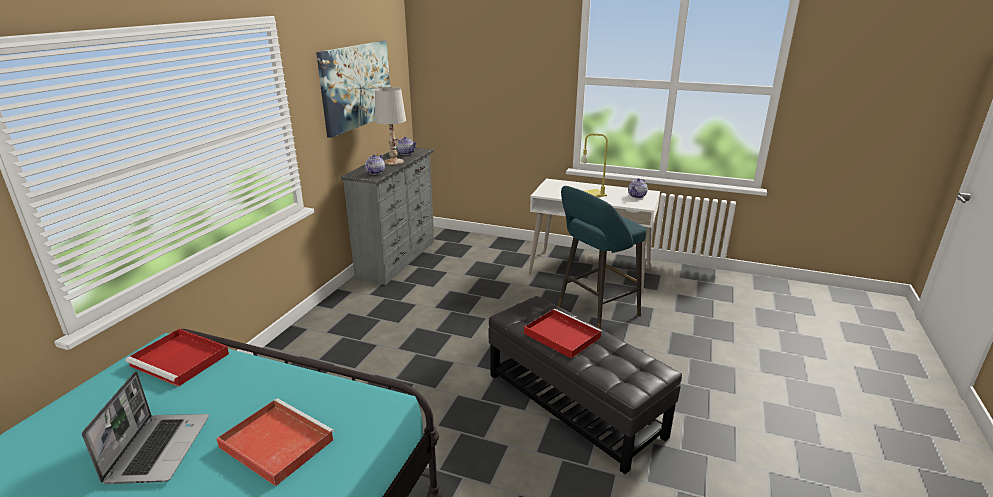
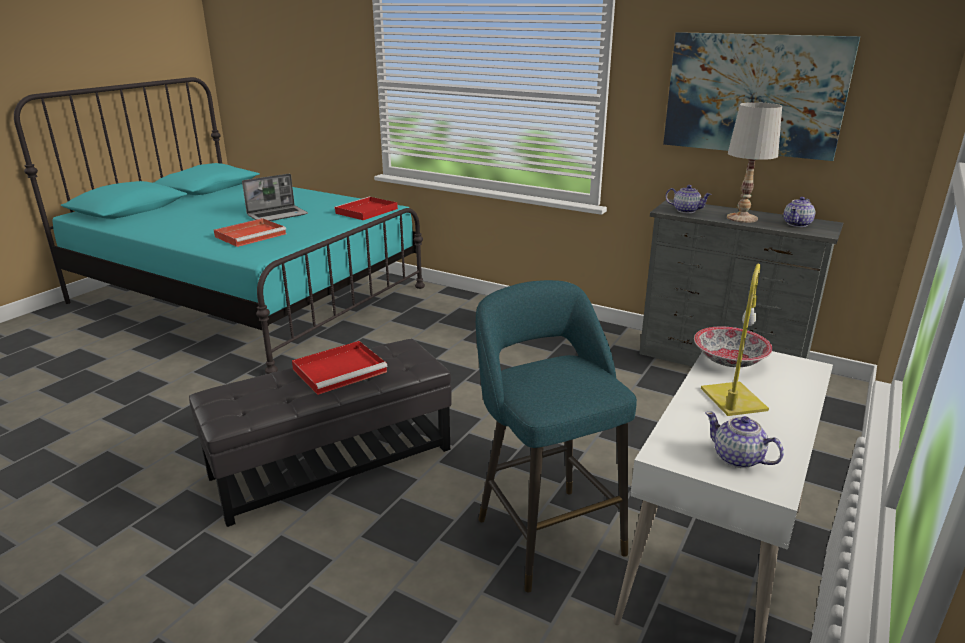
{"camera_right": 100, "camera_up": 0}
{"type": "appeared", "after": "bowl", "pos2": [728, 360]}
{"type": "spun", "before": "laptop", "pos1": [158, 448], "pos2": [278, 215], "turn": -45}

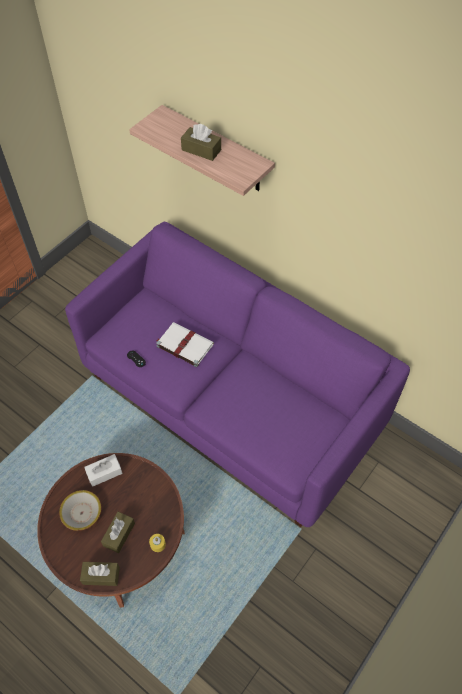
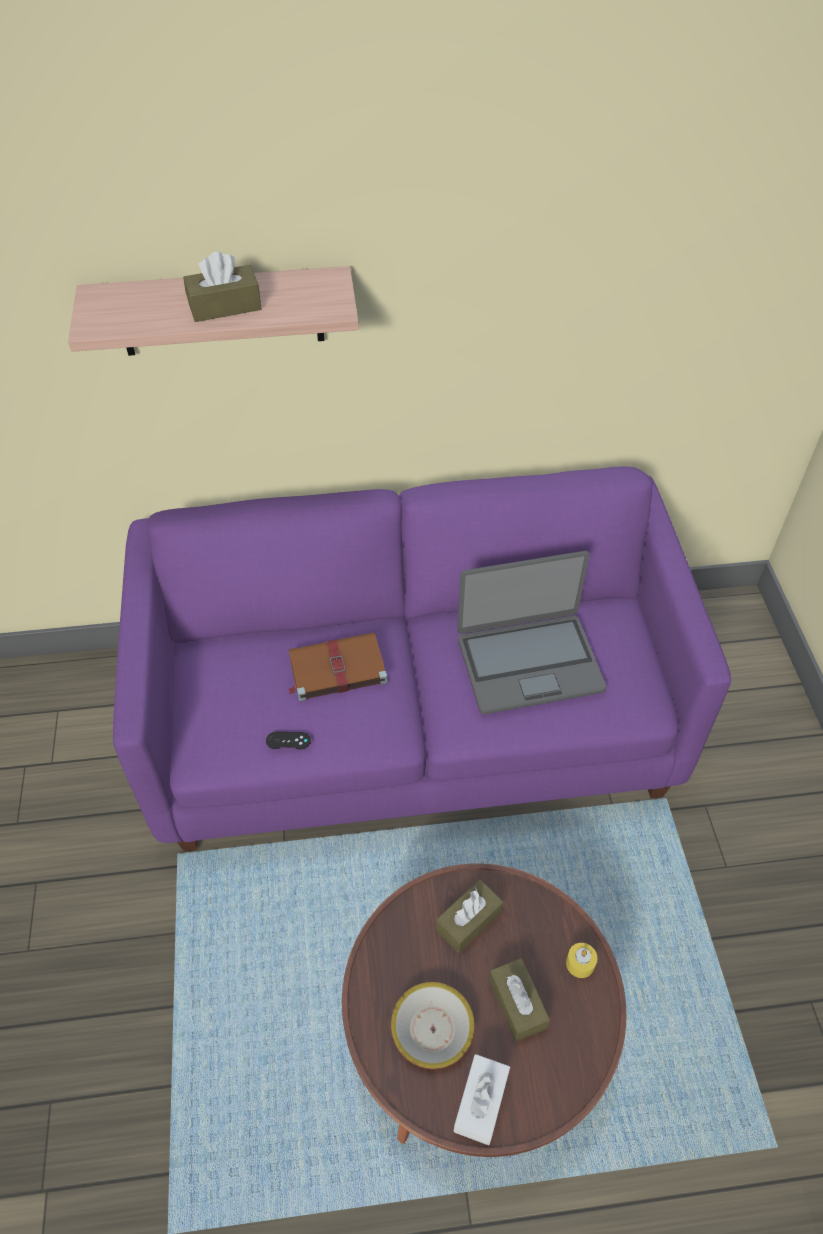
{"camera_right": -45, "camera_up": -5}
{"type": "appeared", "after": "laptop", "pos2": [529, 663]}
{"type": "relocated", "before": "tissue box in brown", "pos1": [101, 575], "pos2": [468, 921]}
{"type": "relocated", "before": "tissue box in white", "pos1": [104, 473], "pos2": [481, 1102]}
{"type": "colour", "before": "book in white", "after": "book in brown", "pos1": [184, 345], "pos2": [335, 668]}

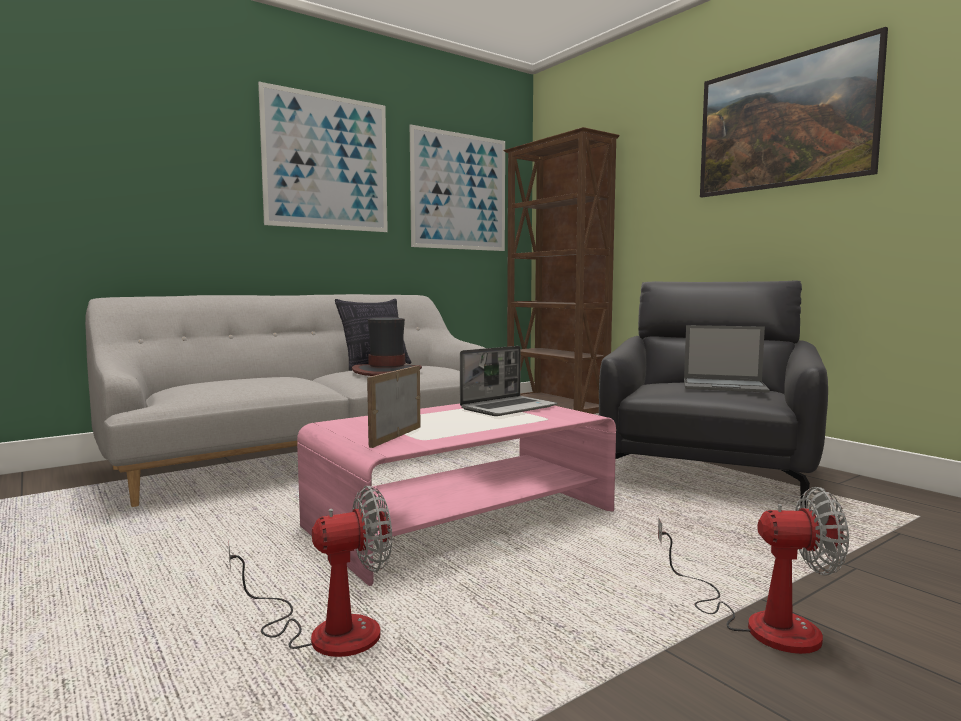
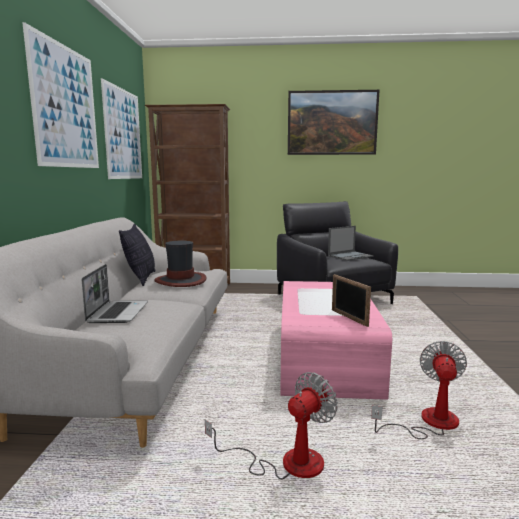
{"camera_right": -50, "camera_up": 5}
{"type": "relocated", "before": "laptop", "pos1": [509, 408], "pos2": [118, 312]}
{"type": "relocated", "before": "fan", "pos1": [759, 622], "pos2": [287, 462]}

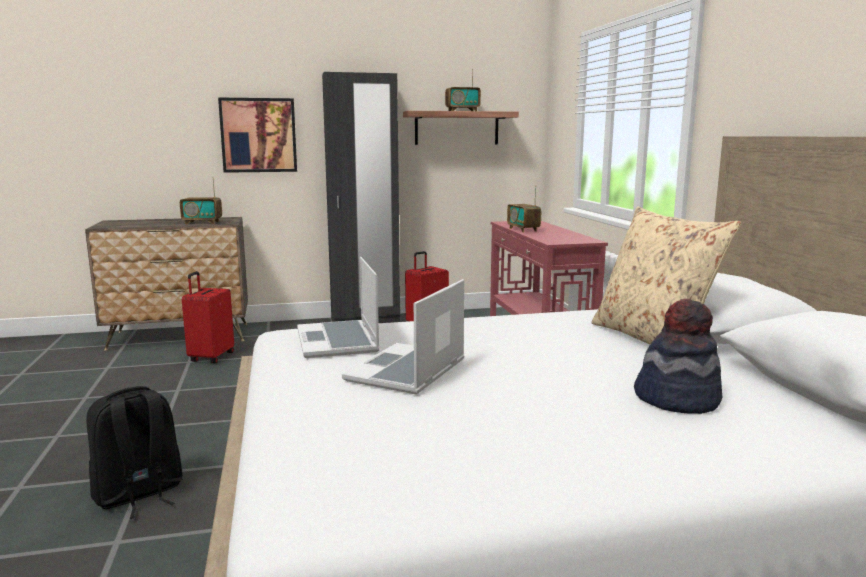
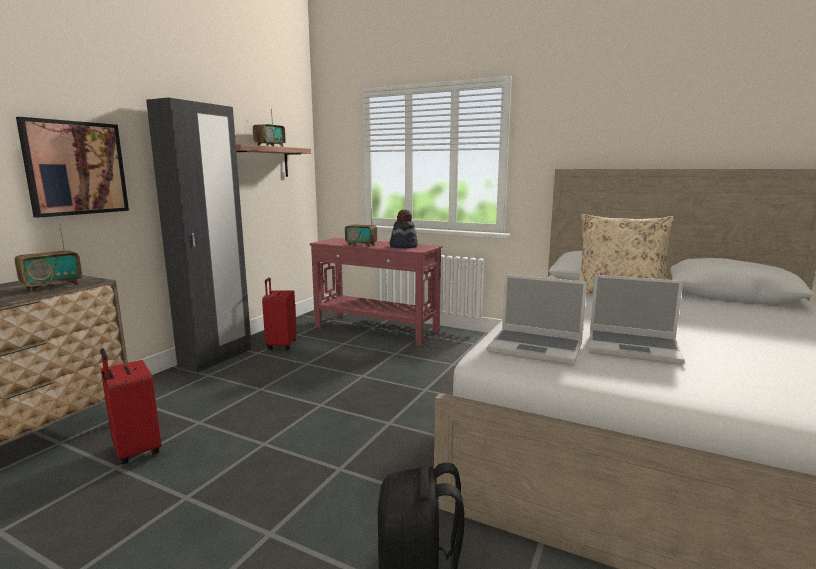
{"camera_right": -50, "camera_up": 0}
{"type": "relocated", "before": "hat", "pos1": [677, 399], "pos2": [403, 246]}
{"type": "spun", "before": "laptop", "pos1": [407, 371], "pos2": [633, 348], "turn": -45}

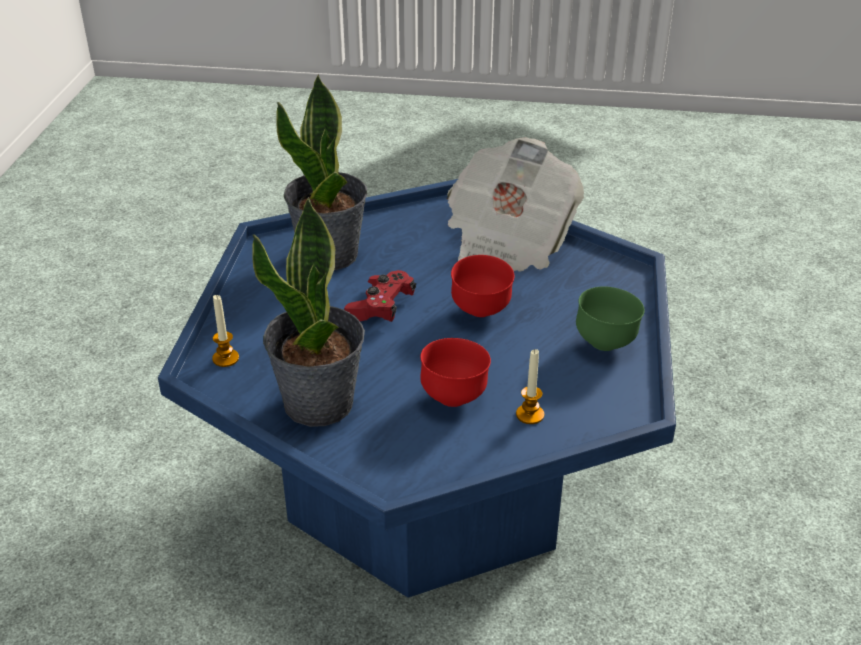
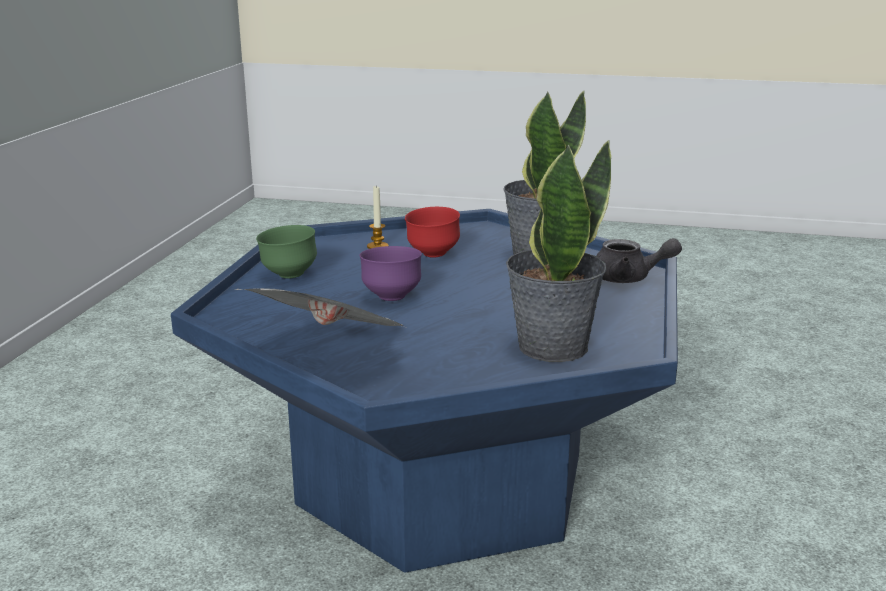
{"camera_right": -175, "camera_up": -15}
{"type": "missing", "before": "game controller in red", "pos1": [381, 307]}
{"type": "exchanged", "before": "candle", "after": "teapot in grey", "pos1": [225, 358], "pos2": [629, 278]}
{"type": "colour", "before": "bowl in red", "after": "bowl in purple", "pos1": [481, 312], "pos2": [391, 297]}

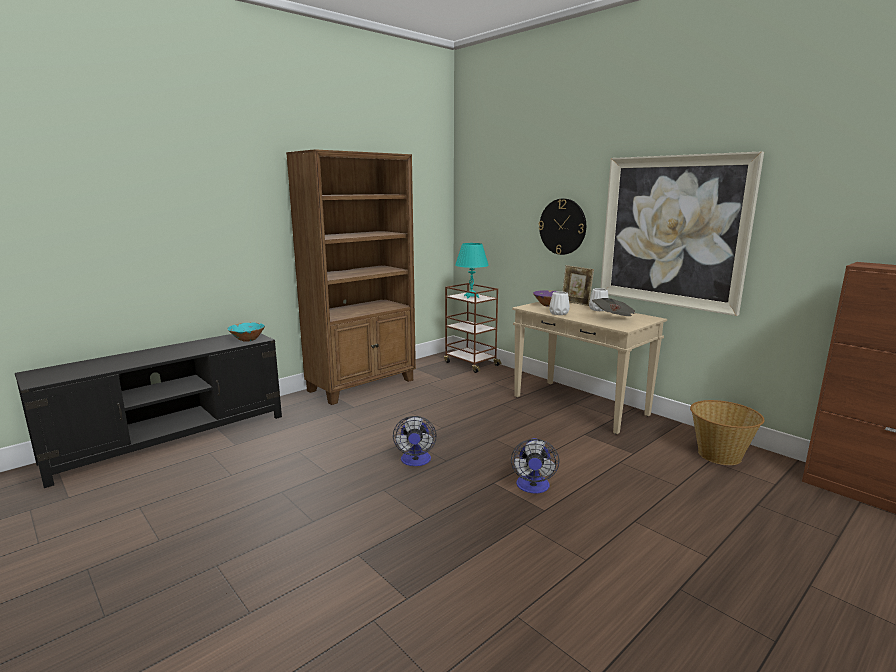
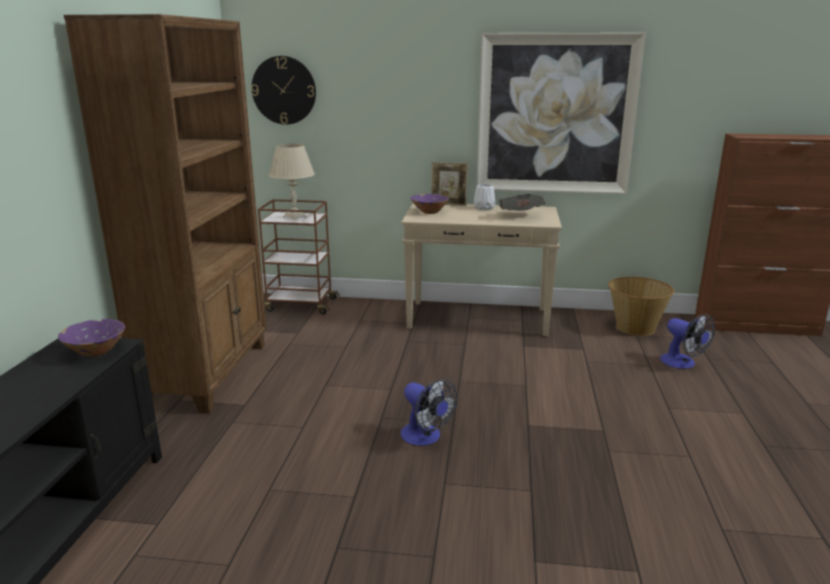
{"camera_right": -40, "camera_up": 5}
{"type": "missing", "before": "vase in white", "pos1": [559, 313]}
{"type": "relocated", "before": "fan", "pos1": [533, 487], "pos2": [682, 363]}
{"type": "relocated", "before": "wall clock", "pos1": [562, 226], "pos2": [284, 90]}
{"type": "colour", "before": "bowl in turquoise", "after": "bowl in purple", "pos1": [247, 339], "pos2": [96, 352]}
{"type": "colour", "before": "table lamp in turquoise", "after": "table lamp in beige", "pos1": [471, 297], "pos2": [294, 217]}

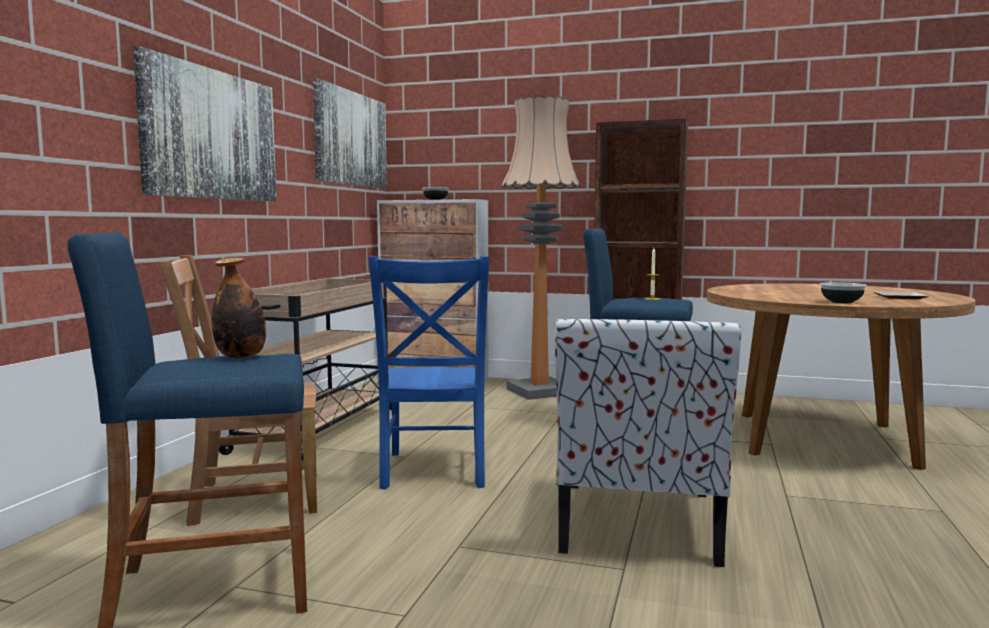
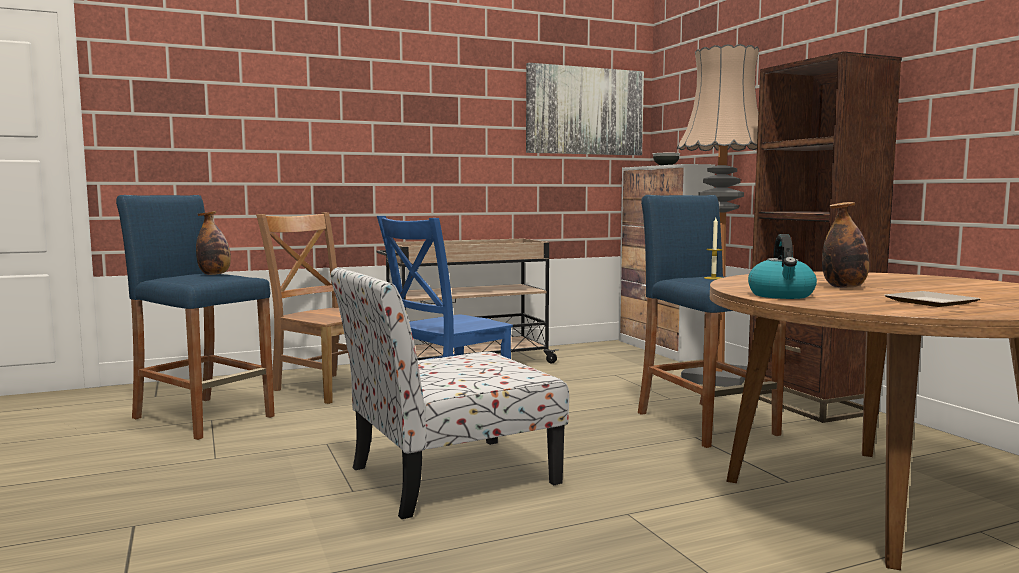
{"camera_right": 50, "camera_up": 0}
{"type": "missing", "before": "picture", "pos1": [211, 135]}
{"type": "appeared", "after": "bottle", "pos2": [844, 287]}
{"type": "exchanged", "before": "bowl", "after": "kettle", "pos1": [841, 302], "pos2": [781, 295]}

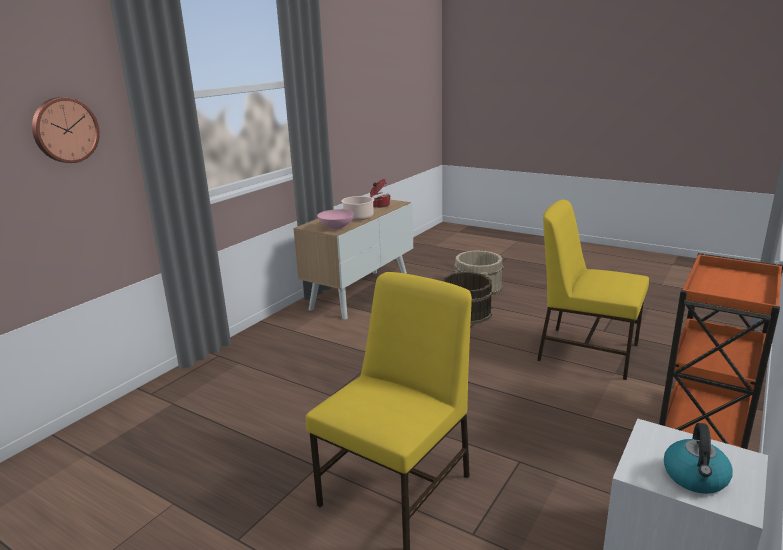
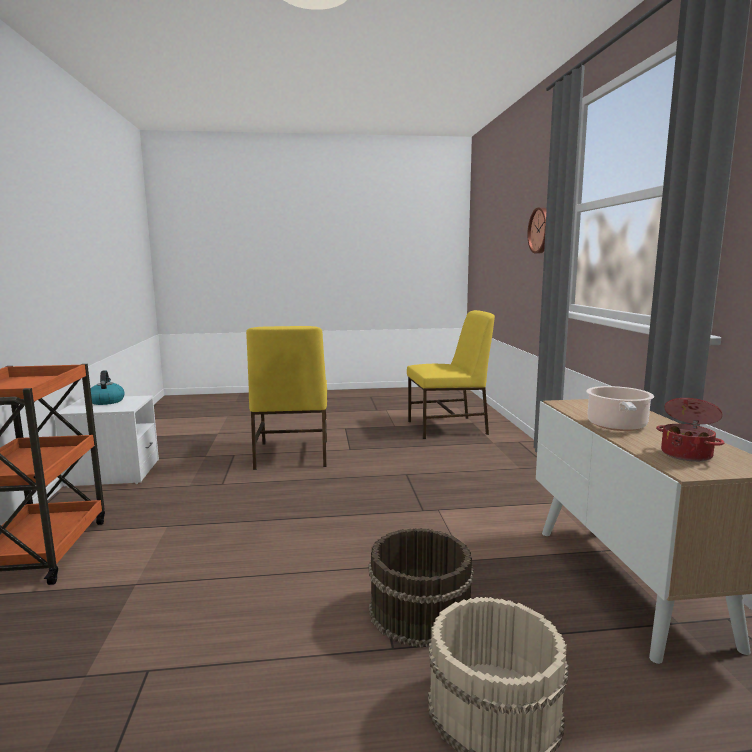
{"camera_right": 140, "camera_up": -10}
{"type": "missing", "before": "bowl in pink", "pos1": [337, 228]}
{"type": "relocated", "before": "chair in yellow", "pos1": [586, 351], "pos2": [448, 428]}

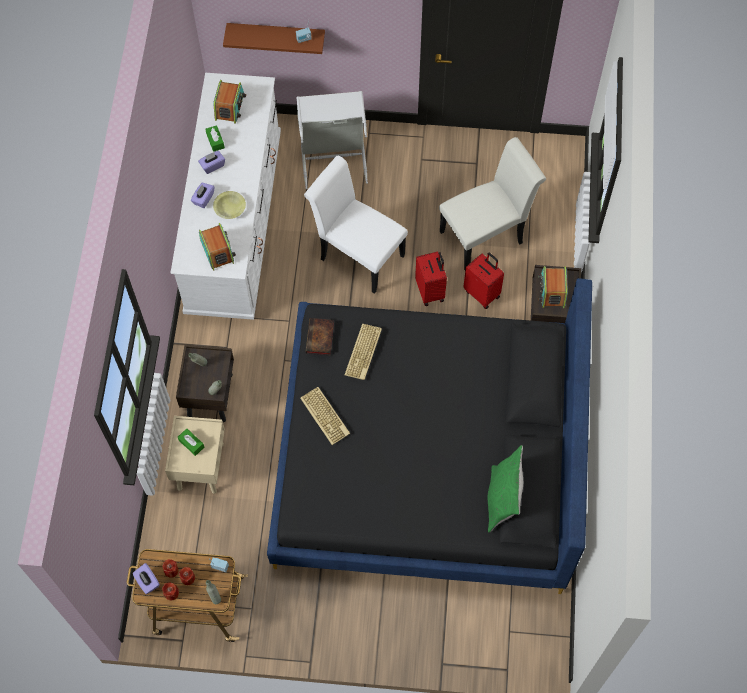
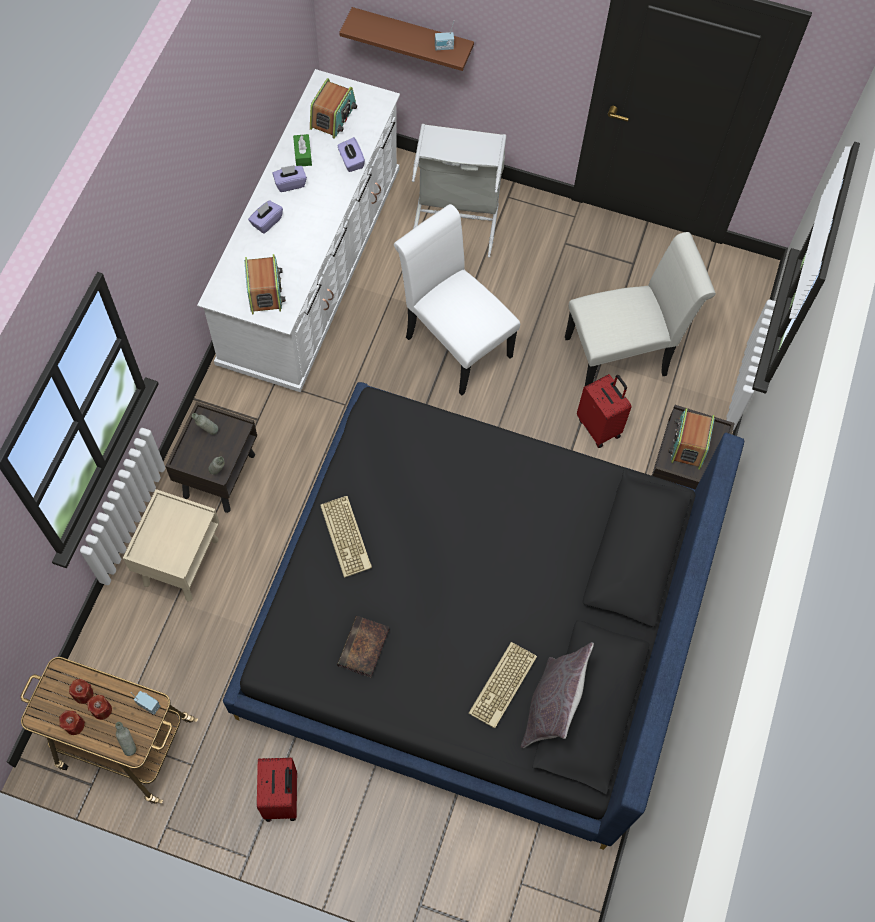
{"camera_right": 10, "camera_up": 0}
{"type": "missing", "before": "tissue box in green", "pos1": [191, 444]}
{"type": "missing", "before": "bowl in yellow", "pos1": [229, 208]}
{"type": "relocated", "before": "tissue box in purple", "pos1": [147, 582], "pos2": [351, 161]}
{"type": "relocated", "before": "book", "pos1": [320, 338], "pos2": [363, 649]}
{"type": "relocated", "before": "keyboard", "pos1": [364, 352], "pos2": [503, 686]}
{"type": "relocated", "before": "suitcase in red", "pos1": [431, 291], "pos2": [282, 797]}
{"type": "colour", "before": "pillow in green", "after": "pillow in grey", "pos1": [502, 500], "pos2": [551, 707]}

